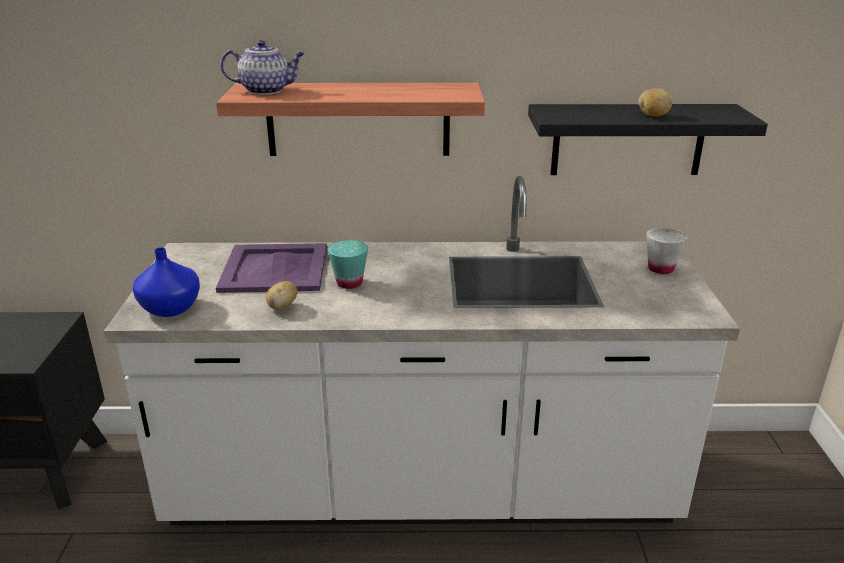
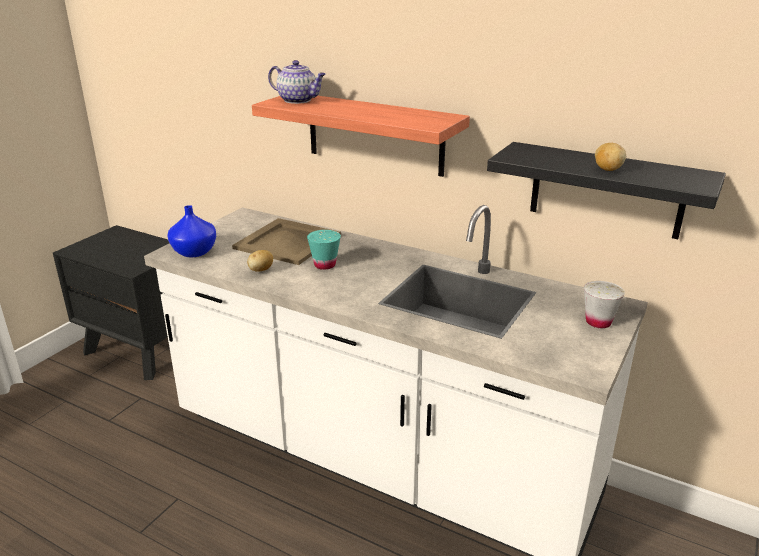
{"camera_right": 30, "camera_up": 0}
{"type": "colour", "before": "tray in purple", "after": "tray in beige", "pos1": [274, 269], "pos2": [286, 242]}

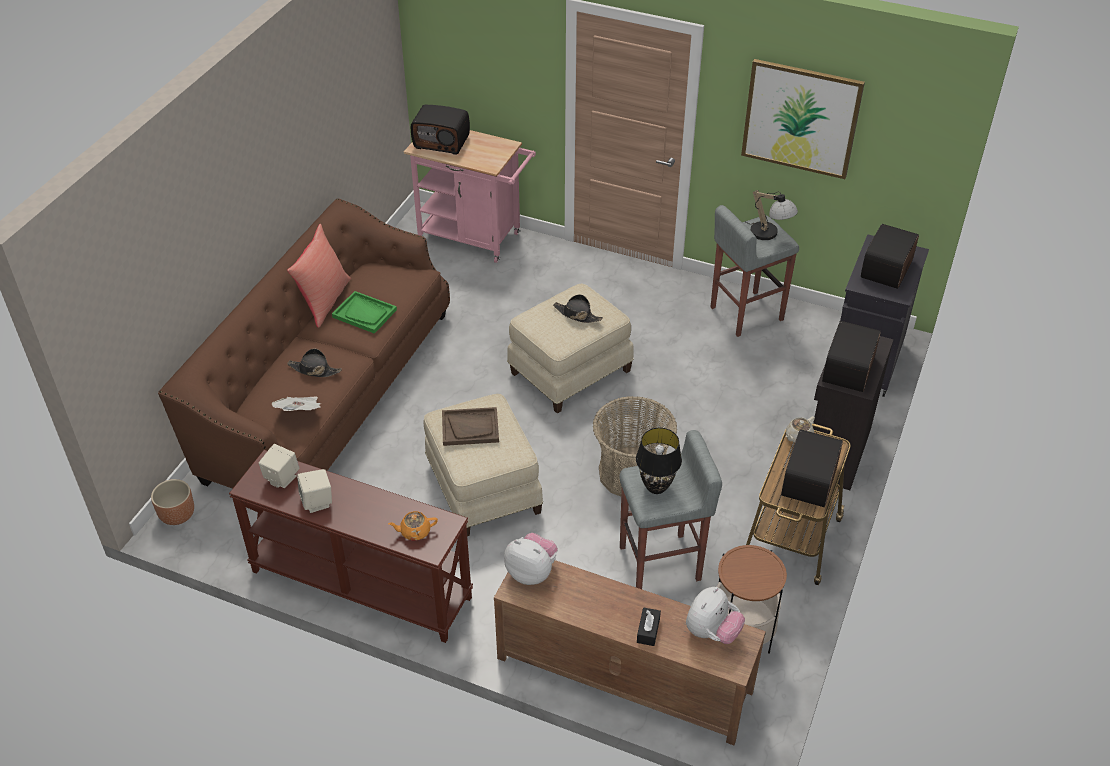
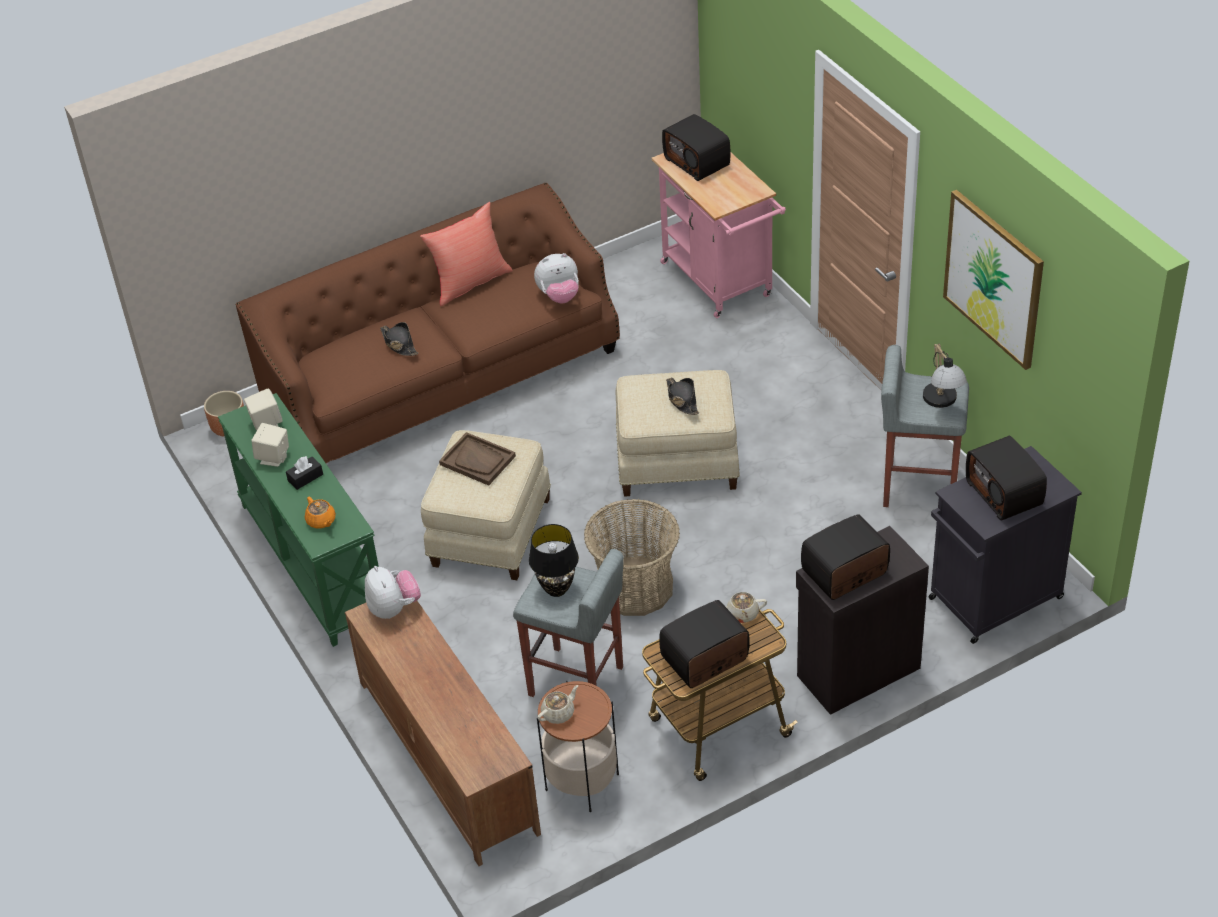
{"camera_right": 40, "camera_up": 0}
{"type": "missing", "before": "newspaper", "pos1": [300, 412]}
{"type": "missing", "before": "tray in green", "pos1": [364, 313]}
{"type": "appeared", "after": "teapot in beige", "pos2": [558, 713]}
{"type": "relocated", "before": "tissue box in black", "pos1": [648, 630], "pos2": [305, 478]}
{"type": "relocated", "before": "plush toy", "pos1": [712, 632], "pos2": [559, 296]}
{"type": "colour", "before": "console table in brown", "after": "console table in green", "pos1": [360, 585], "pos2": [312, 562]}
{"type": "spun", "before": "teapot in orange", "pos1": [414, 532], "pos2": [321, 521], "turn": -150}
{"type": "spun", "before": "radio", "pos1": [887, 270], "pos2": [1005, 493], "turn": -90}

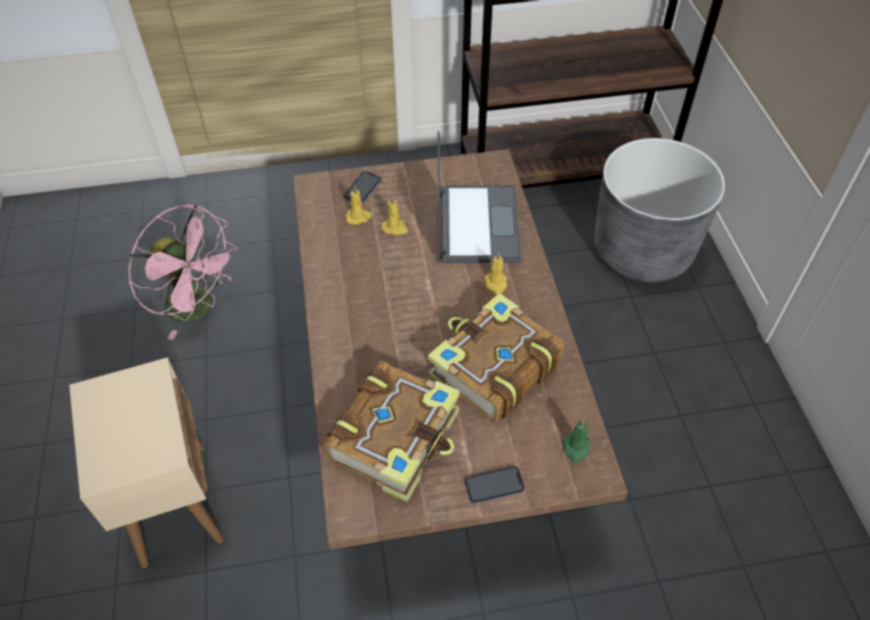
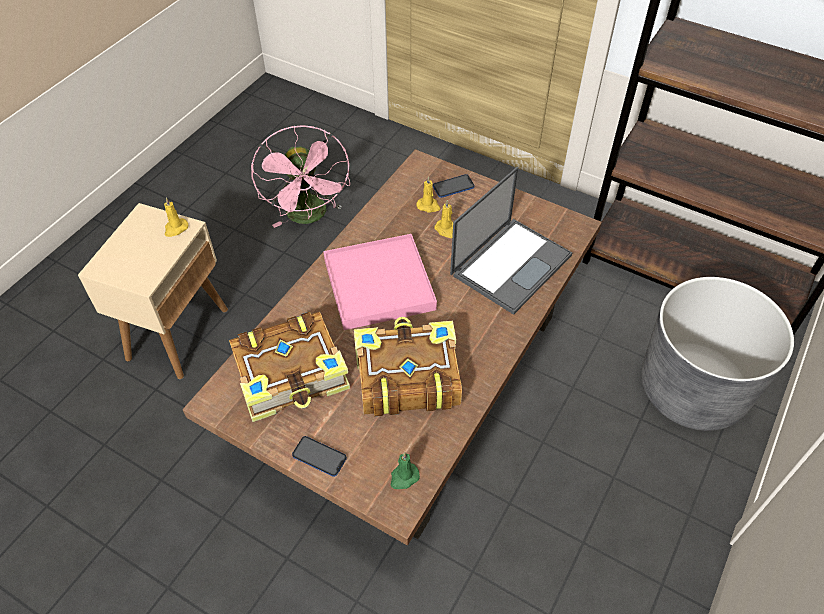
{"camera_right": 40, "camera_up": 0}
{"type": "appeared", "after": "tray in pink", "pos2": [379, 284]}
{"type": "relocated", "before": "candle in yellow", "pos1": [496, 284], "pos2": [175, 228]}

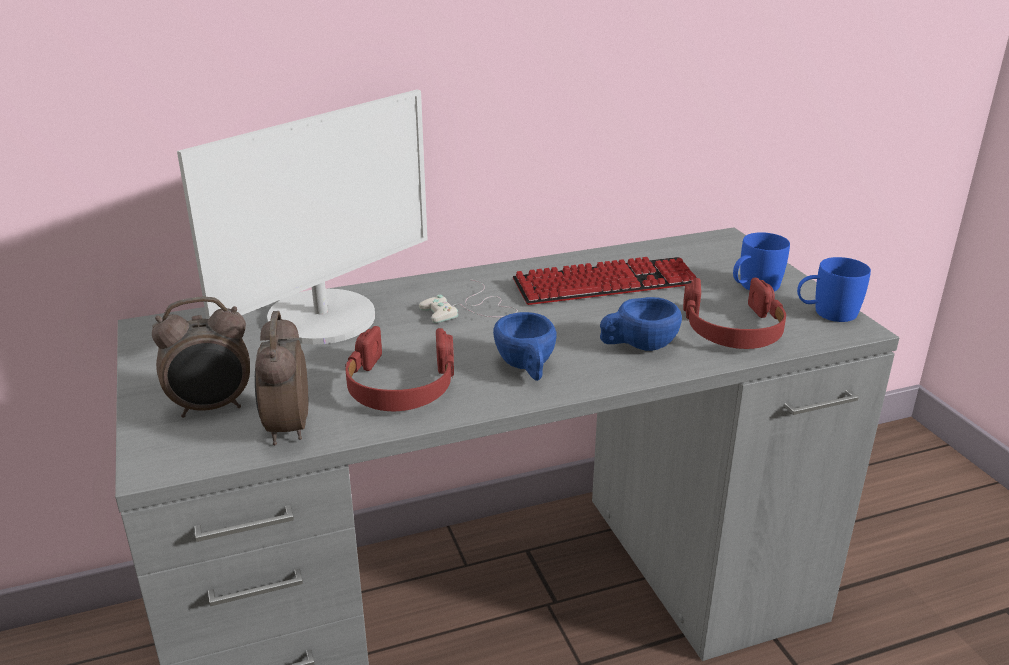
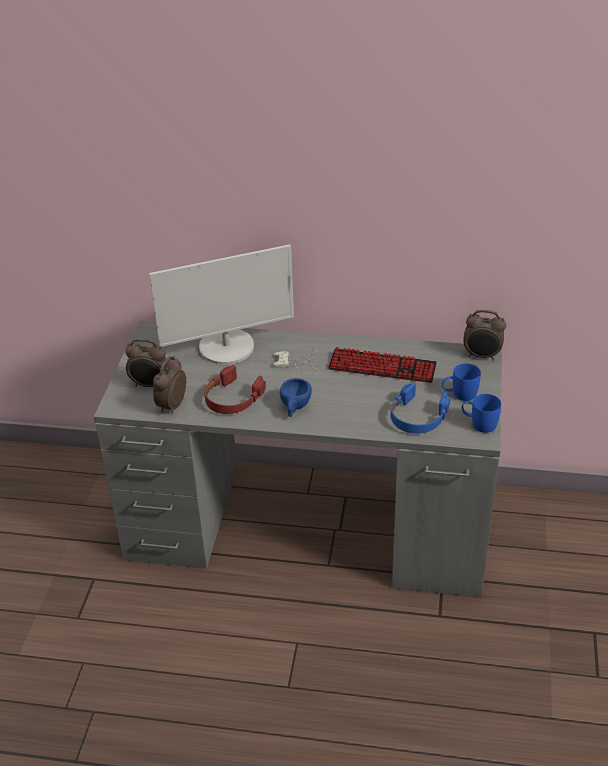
{"camera_right": 30, "camera_up": 10}
{"type": "missing", "before": "cup in blue", "pos1": [637, 346]}
{"type": "appeared", "after": "alarm clock", "pos2": [482, 356]}
{"type": "colour", "before": "headphones in red", "after": "headphones in blue", "pos1": [733, 328], "pos2": [417, 417]}

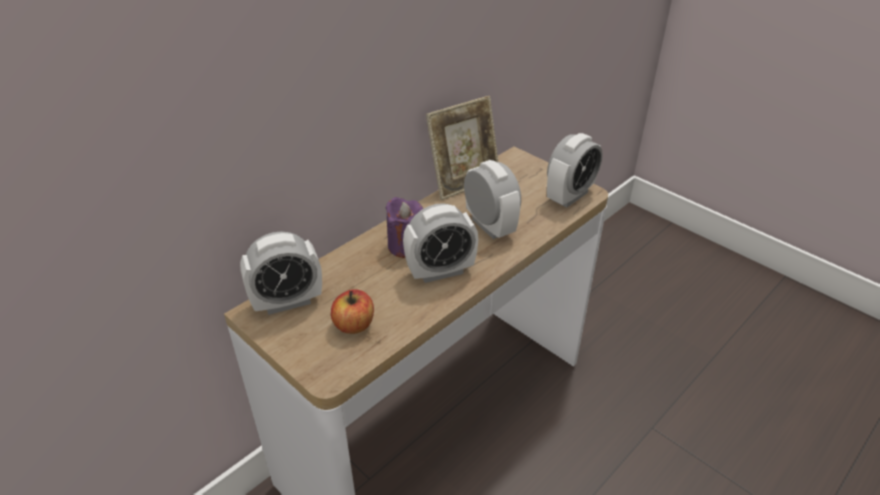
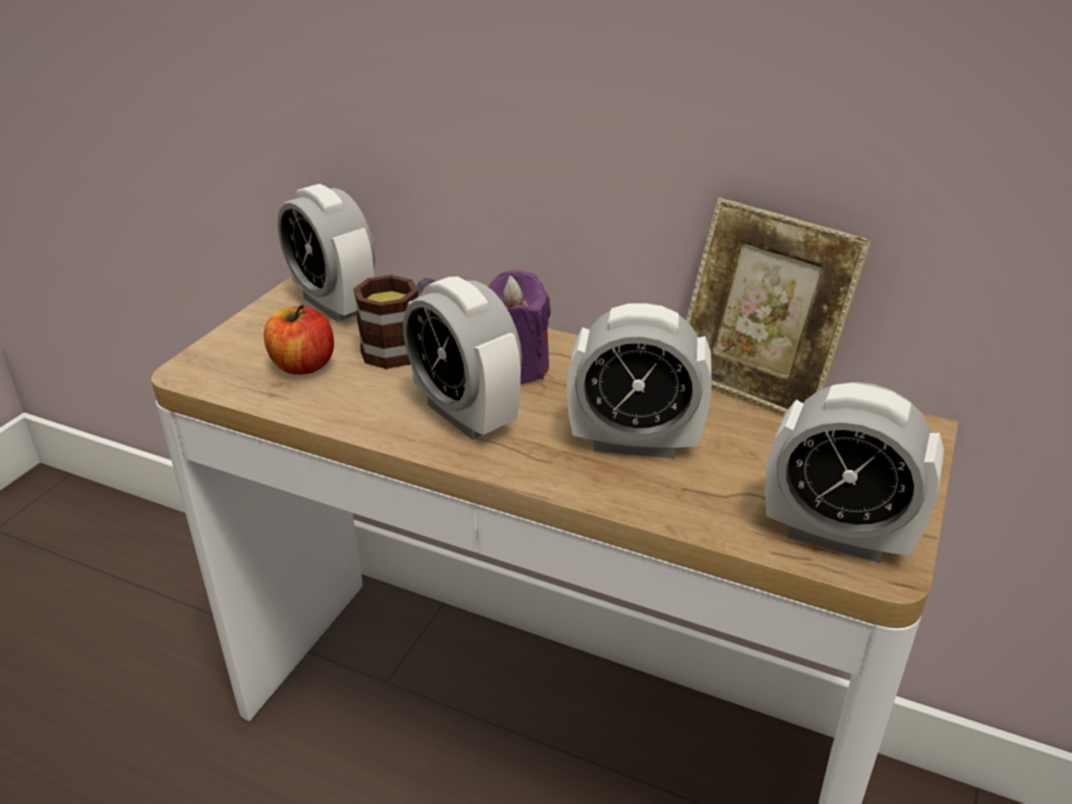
{"camera_right": 70, "camera_up": -5}
{"type": "appeared", "after": "mug", "pos2": [403, 347]}
{"type": "spun", "before": "alarm clock", "pos1": [490, 226], "pos2": [634, 442], "turn": 60}

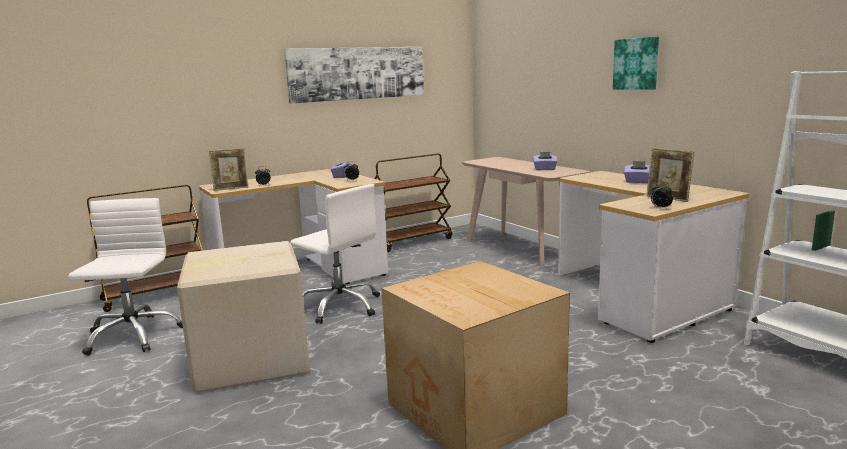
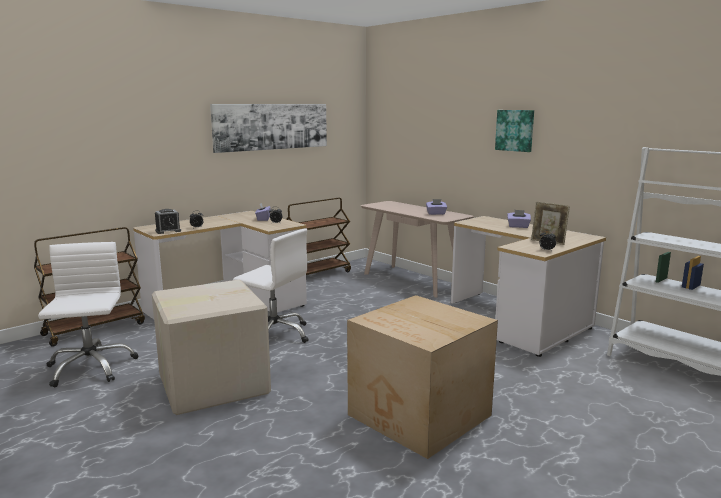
{"camera_right": -10, "camera_up": 0}
{"type": "exchanged", "before": "picture frame", "after": "alarm clock", "pos1": [231, 189], "pos2": [168, 231]}

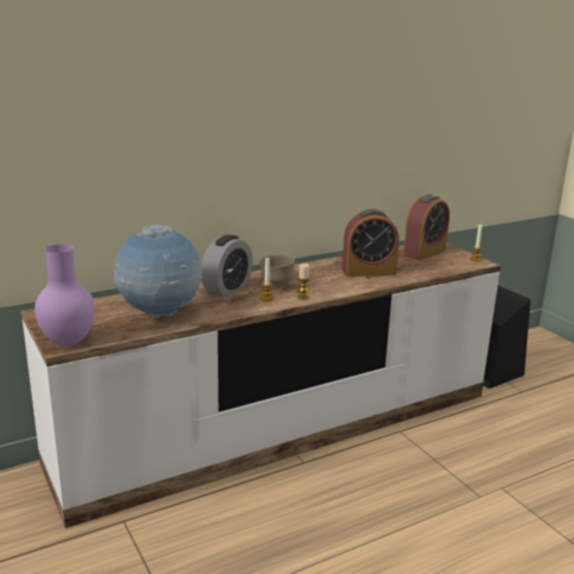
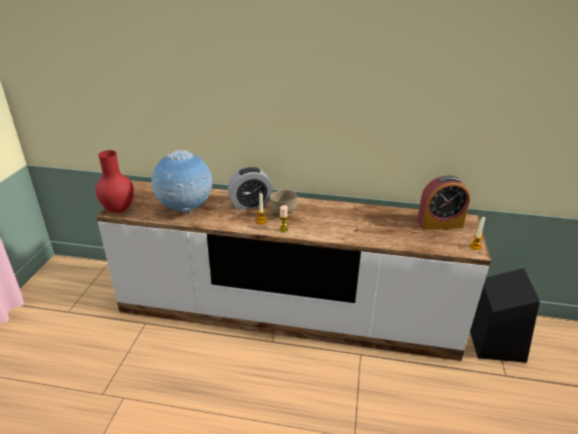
{"camera_right": 40, "camera_up": 10}
{"type": "missing", "before": "alarm clock", "pos1": [368, 272]}
{"type": "colour", "before": "vase in purple", "after": "vase in red", "pos1": [68, 342], "pos2": [119, 210]}

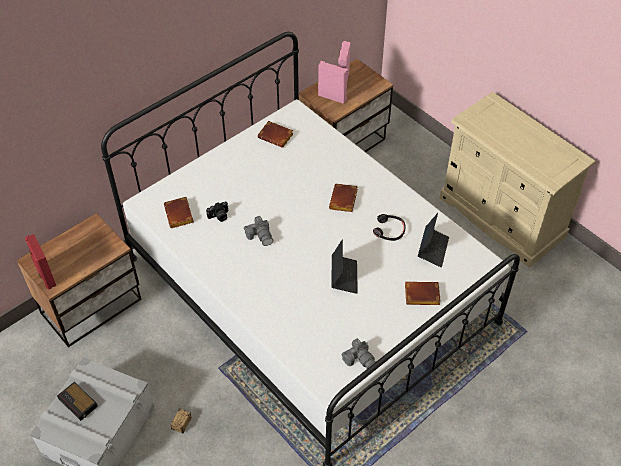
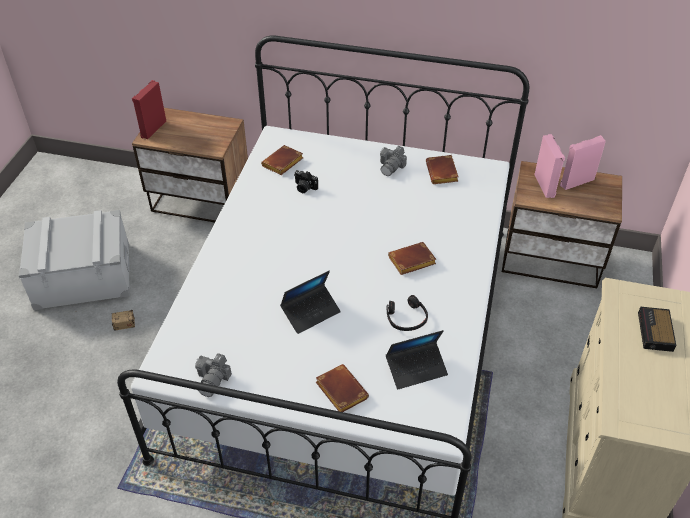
{"camera_right": 55, "camera_up": -5}
{"type": "relocated", "before": "alarm clock", "pos1": [78, 403], "pos2": [655, 332]}
{"type": "relocated", "before": "photo camera", "pos1": [260, 235], "pos2": [392, 166]}

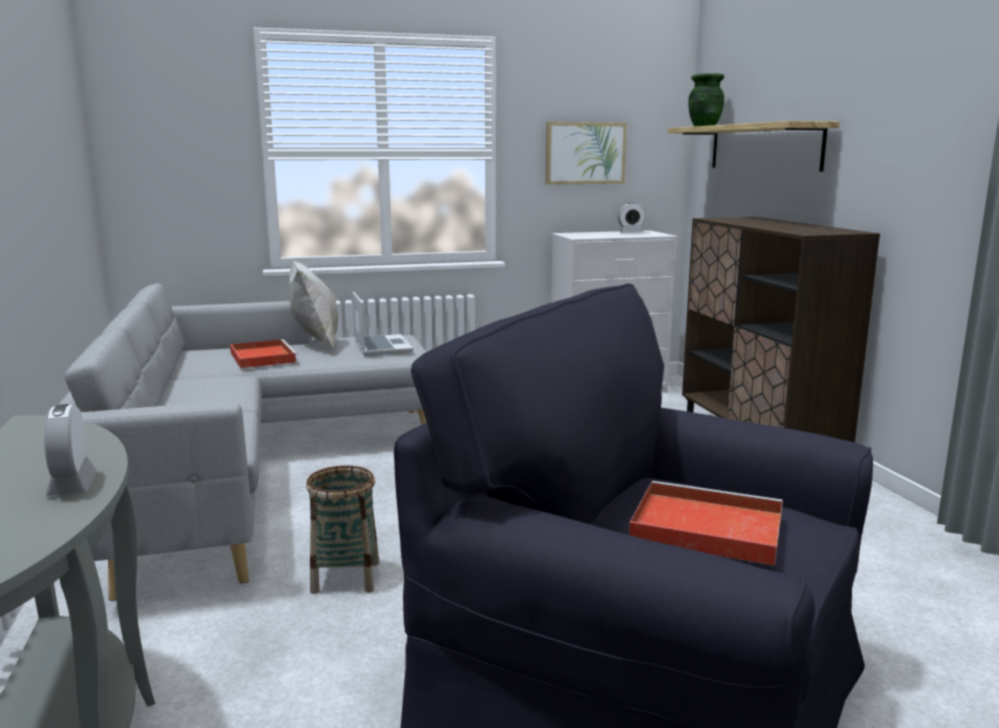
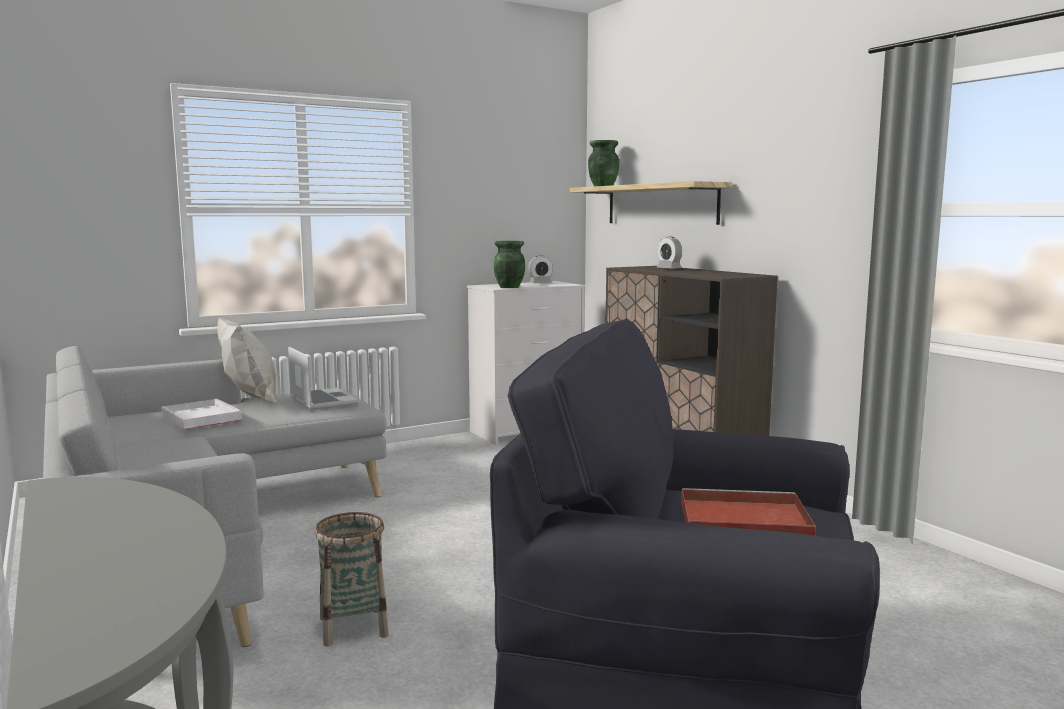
{"camera_right": -15, "camera_up": -5}
{"type": "missing", "before": "picture", "pos1": [585, 153]}
{"type": "appeared", "after": "vase in green", "pos2": [509, 287]}
{"type": "relocated", "before": "alarm clock", "pos1": [72, 485], "pos2": [669, 268]}
{"type": "colour", "before": "tray in red", "after": "tray in white", "pos1": [262, 357], "pos2": [200, 417]}

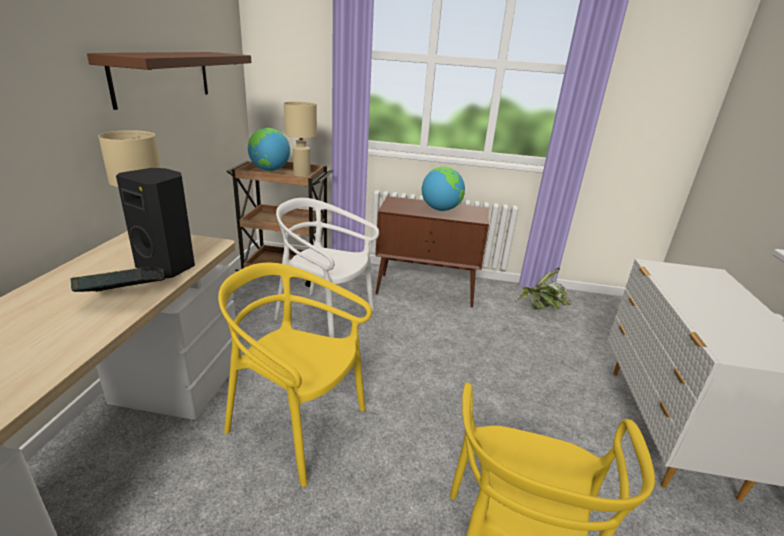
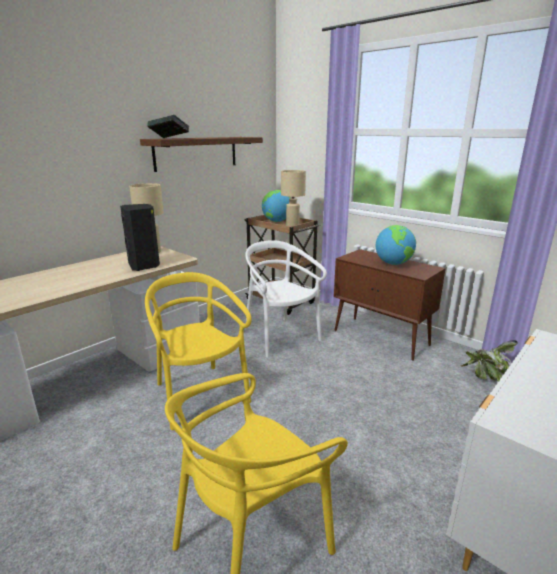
{"camera_right": 35, "camera_up": -5}
{"type": "relocated", "before": "book", "pos1": [124, 298], "pos2": [169, 138]}

